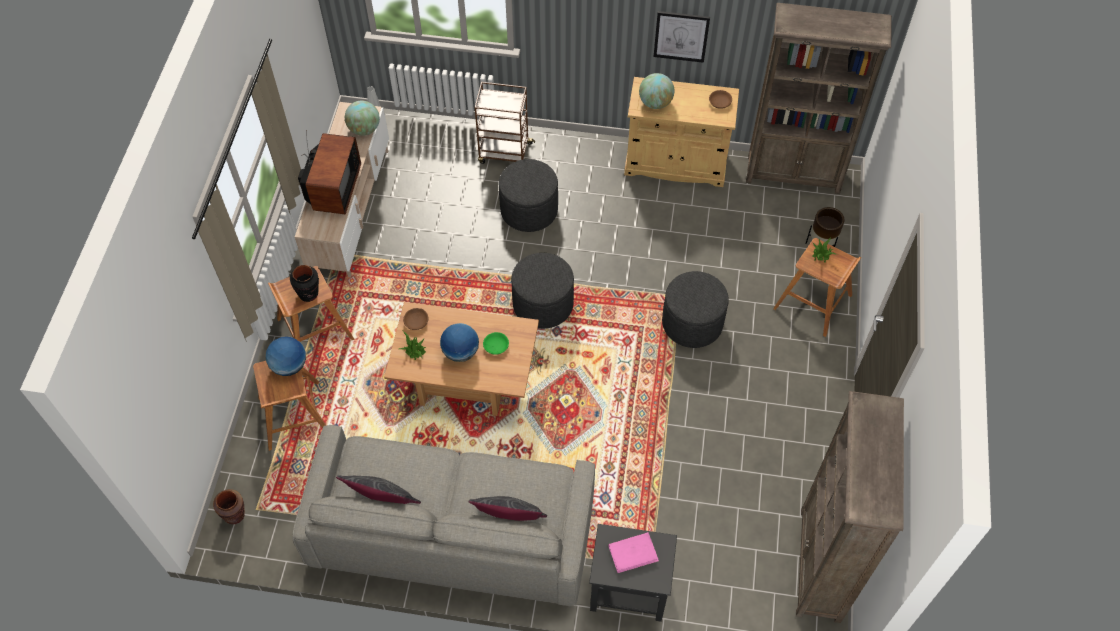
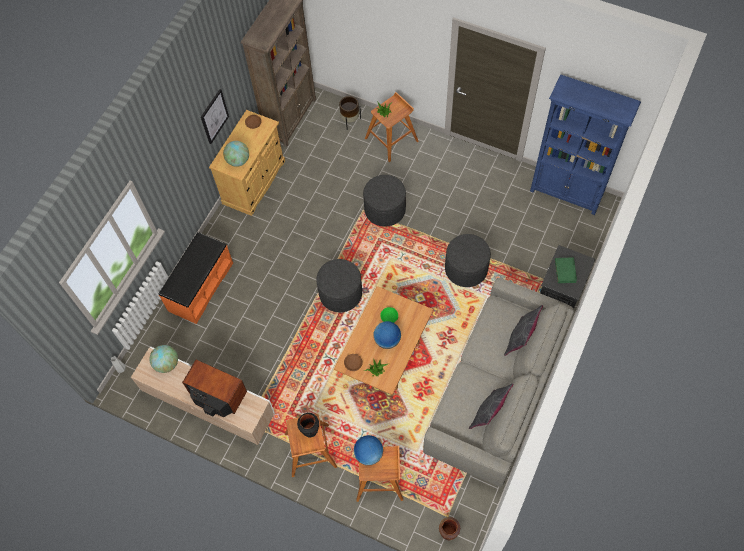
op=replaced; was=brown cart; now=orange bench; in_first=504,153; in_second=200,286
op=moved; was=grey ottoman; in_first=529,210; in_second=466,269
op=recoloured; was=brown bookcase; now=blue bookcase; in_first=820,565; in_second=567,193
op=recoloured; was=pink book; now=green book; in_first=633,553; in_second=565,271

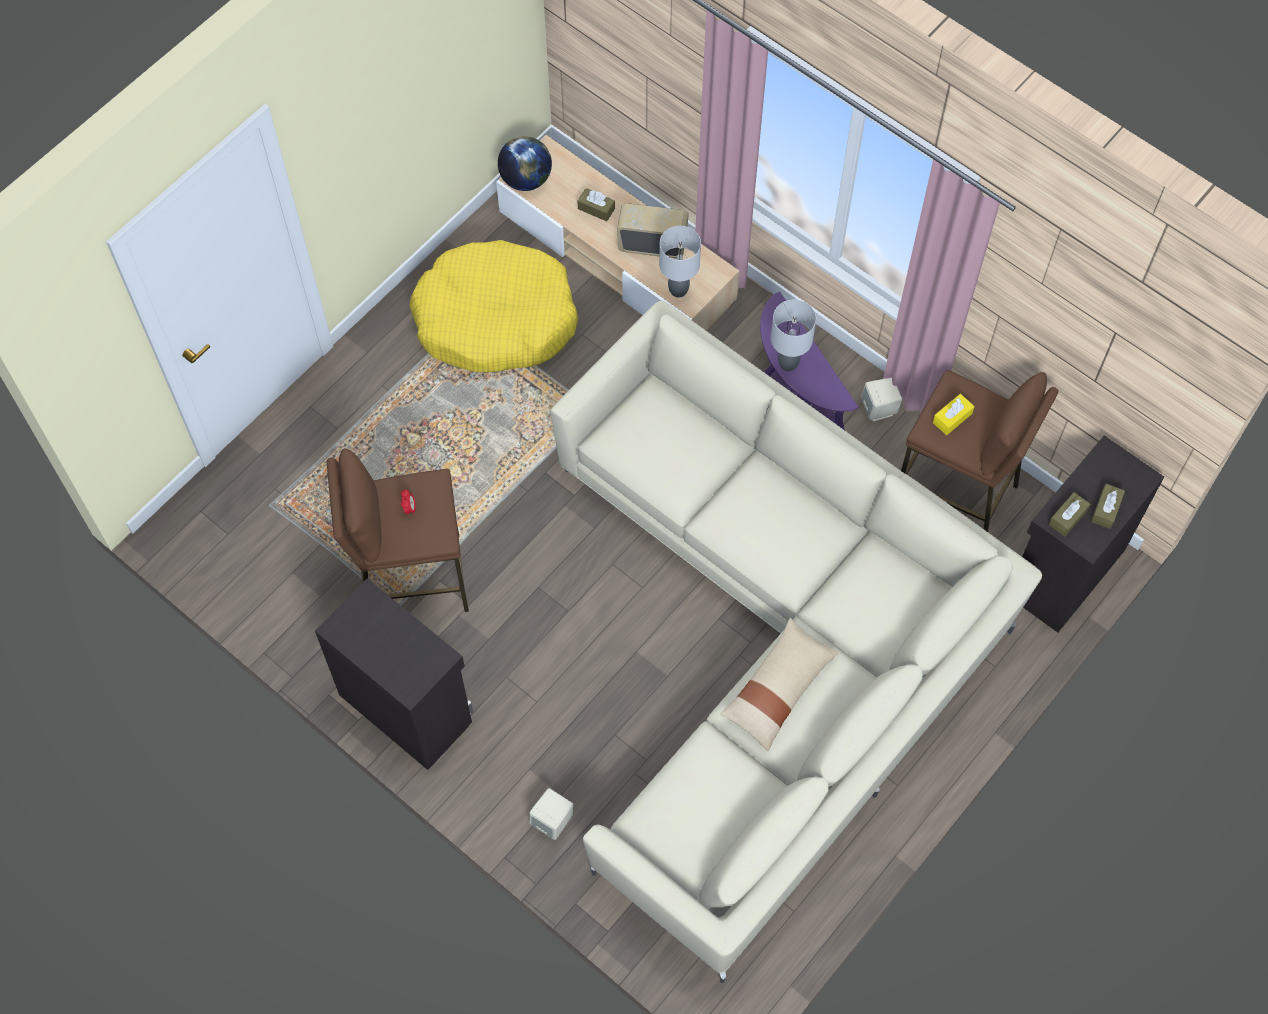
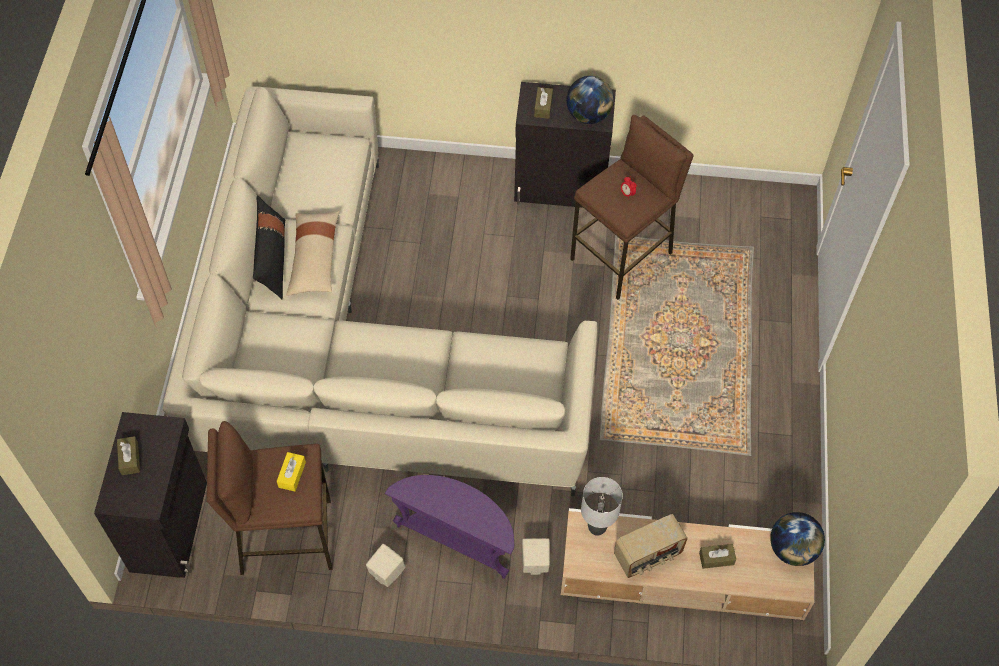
op=removed; was=yellow dog bed; in_first=495,319
op=removed; was=grey table lamp; in_first=787,364
op=moved; was=brown tissue box; in_first=1067,518; in_second=543,107
op=moved; was=beige speaker; in_first=552,820; in_second=535,563
op=added; now=globe; in_second=588,115
op=added; now=black pillow; in_second=272,258

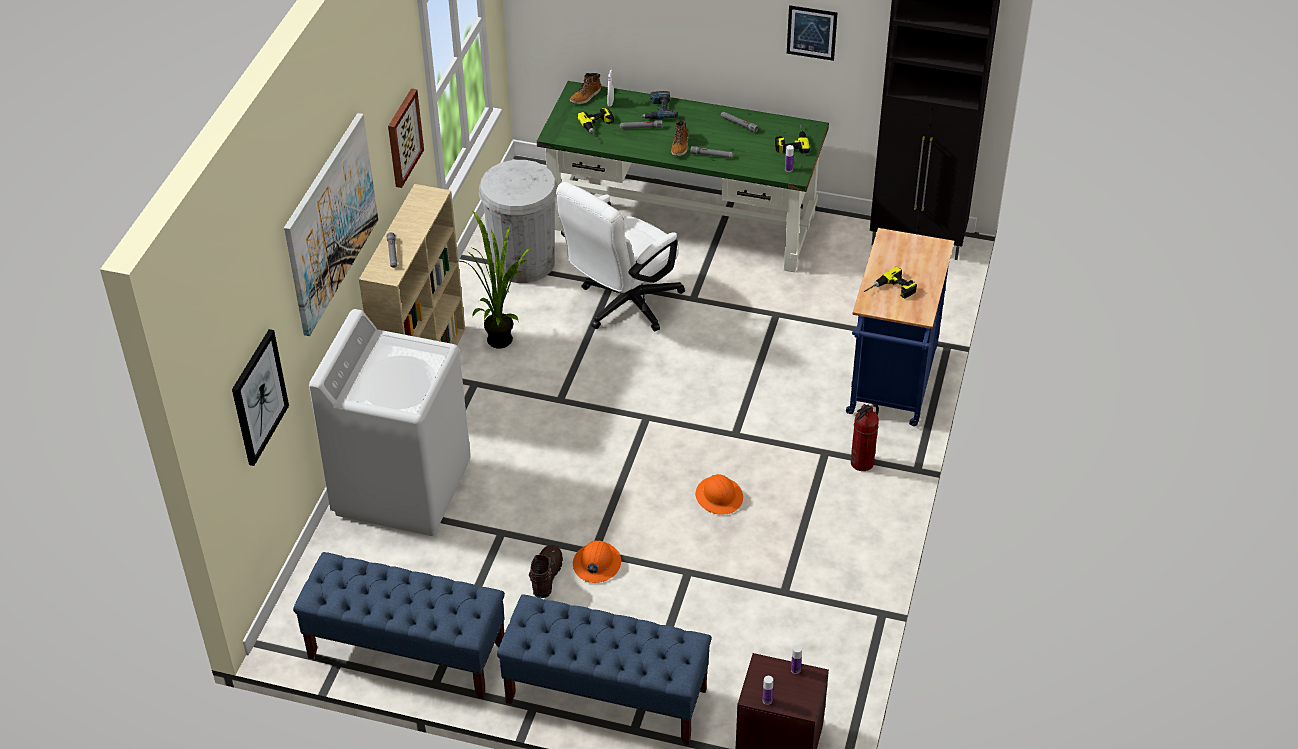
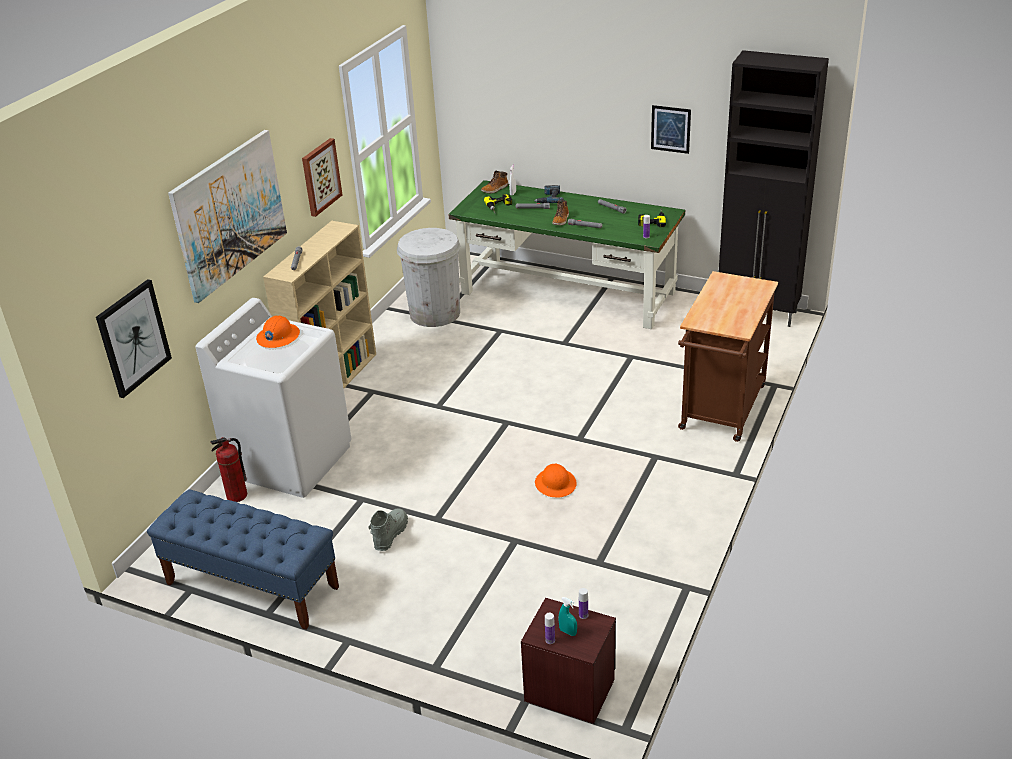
op=removed; was=white office chair; in_first=623,306
op=removed; was=potted plant; in_first=500,336
op=recoloured; was=blue cart; now=brown cart; in_first=891,387; in_second=721,412
op=removed; was=power drill; in_first=890,291
op=moved; was=fire extinguisher; in_first=862,463; in_second=237,496
op=moved; was=orange hard hat; in_first=596,563; in_second=278,337
op=recoloured; was=brown boot; now=grey boot; in_first=546,576; in_second=390,535
op=removed; was=blue bench; in_first=605,696
op=added; now=turquoise spray bottle; in_second=568,632

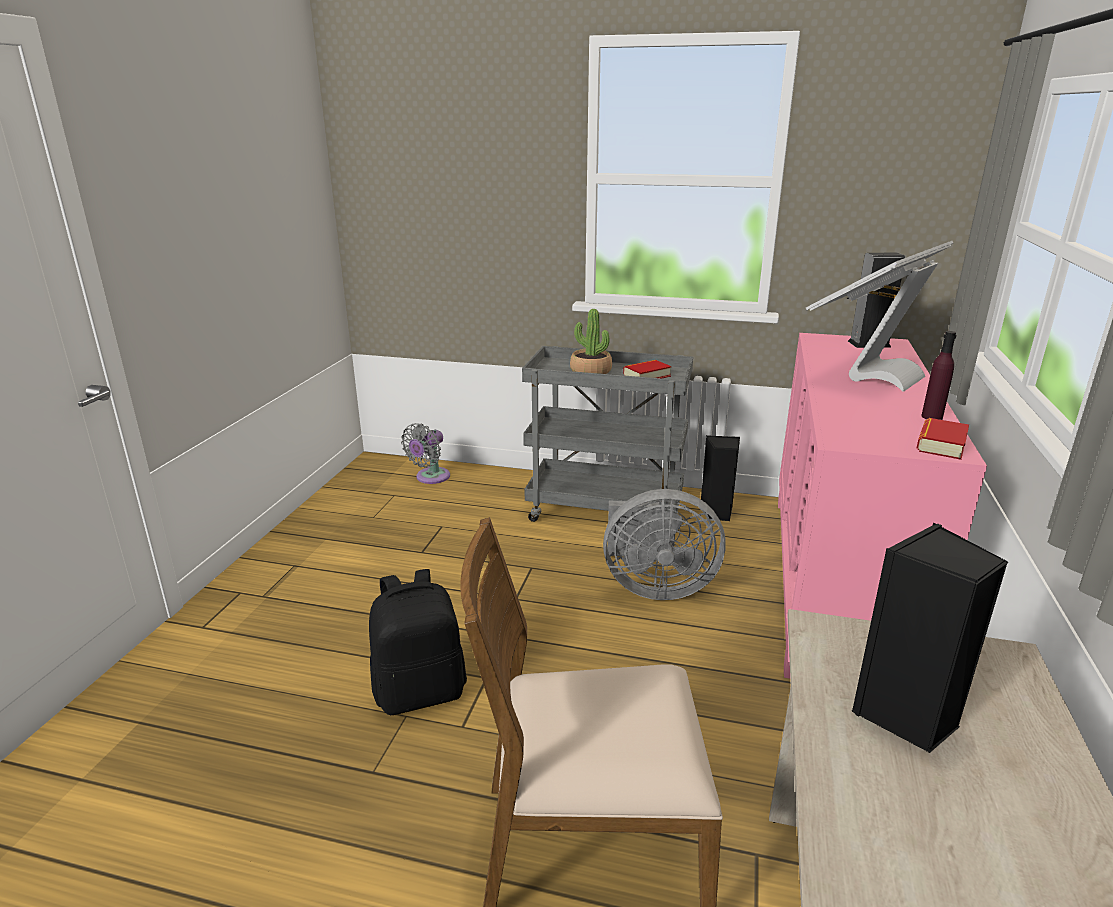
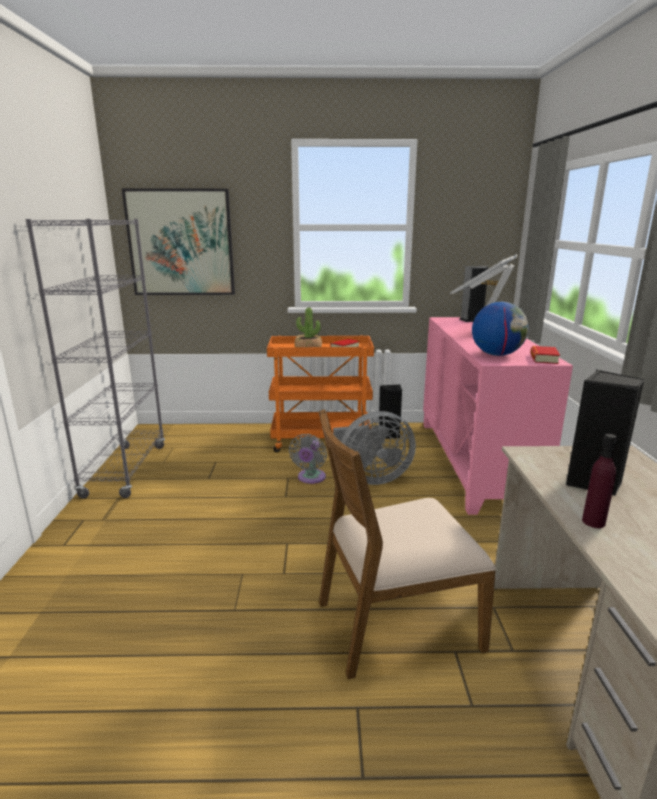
op=moved; was=purple bottle; in_first=932,417; in_second=593,522
op=recoloured; was=grey cart; now=orange cart; in_first=606,510; in_second=321,440
op=moved; was=grey fan; in_first=430,478; in_second=310,478
op=removed; was=black backpack; in_first=420,691
op=added; now=picture; in_second=181,243
op=added; now=grey bookcase; in_second=125,470
op=added; now=globe; in_second=496,354

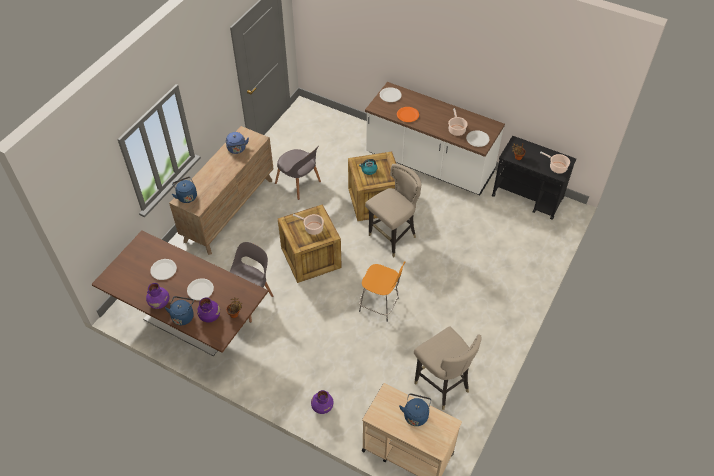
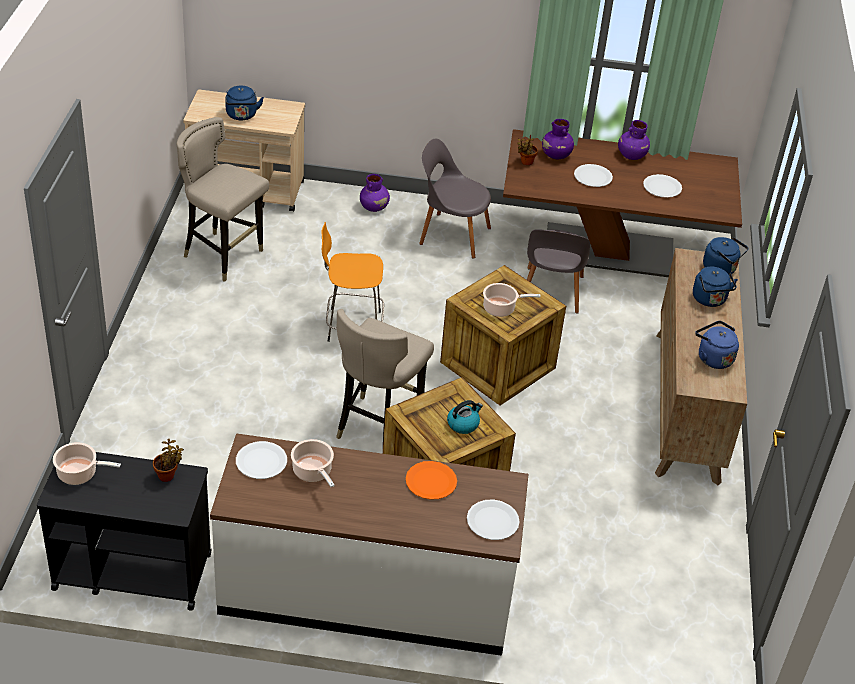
op=moved; was=grey chair; in_first=299,183; in_second=451,235
op=moved; was=blue kettle; in_first=183,316; in_second=710,300

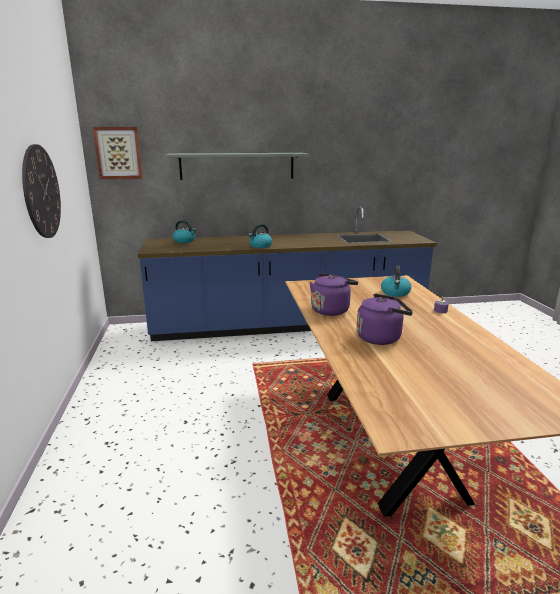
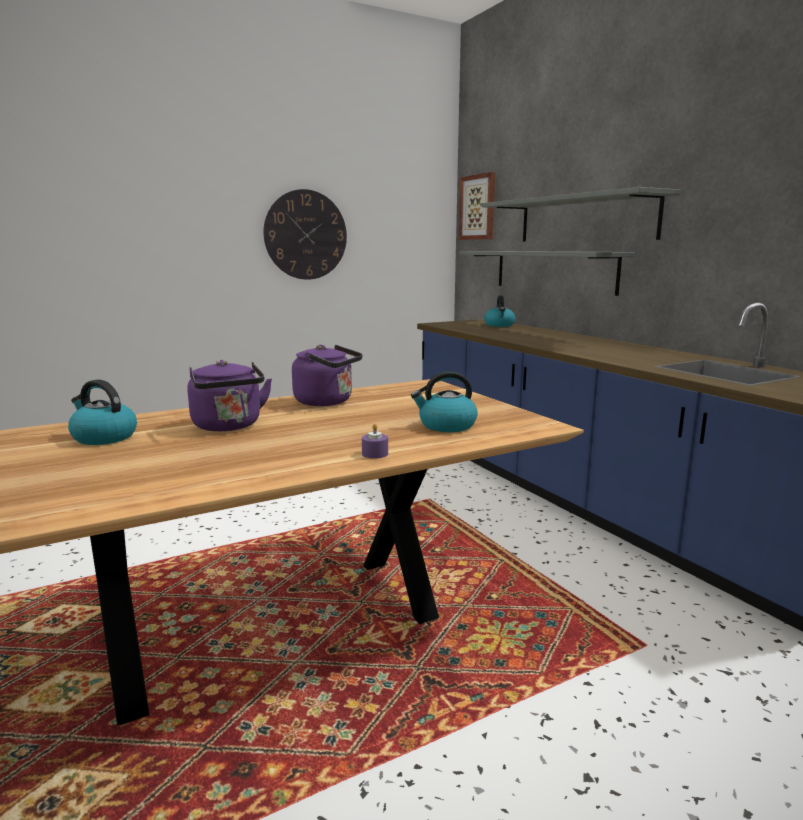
op=moved; was=kettle; in_first=260,246; in_second=103,437
op=added; now=grey shelf; in_second=553,270

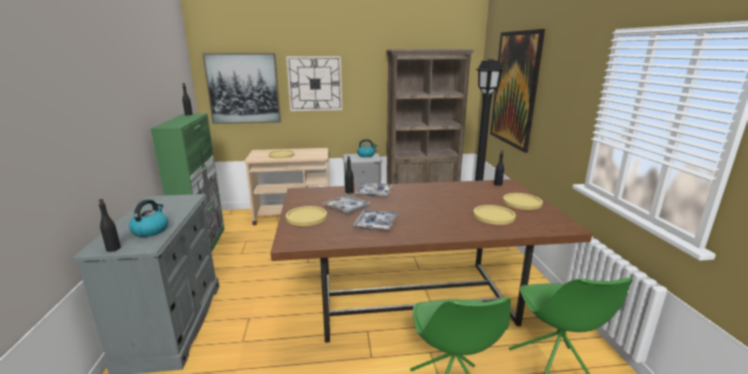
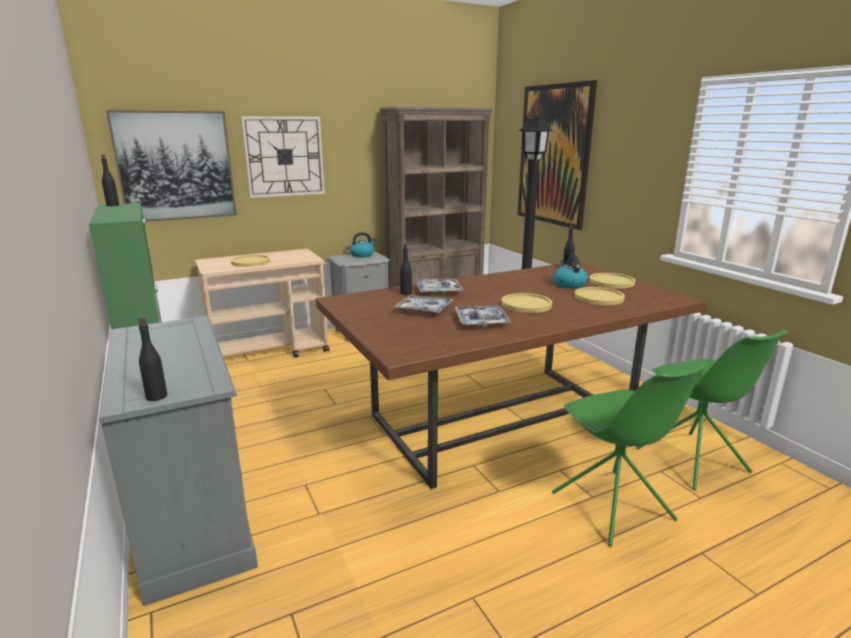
op=moved; was=kettle; in_first=151,230; in_second=569,284
op=moved; was=yellow plate; in_first=306,217; in_second=526,304

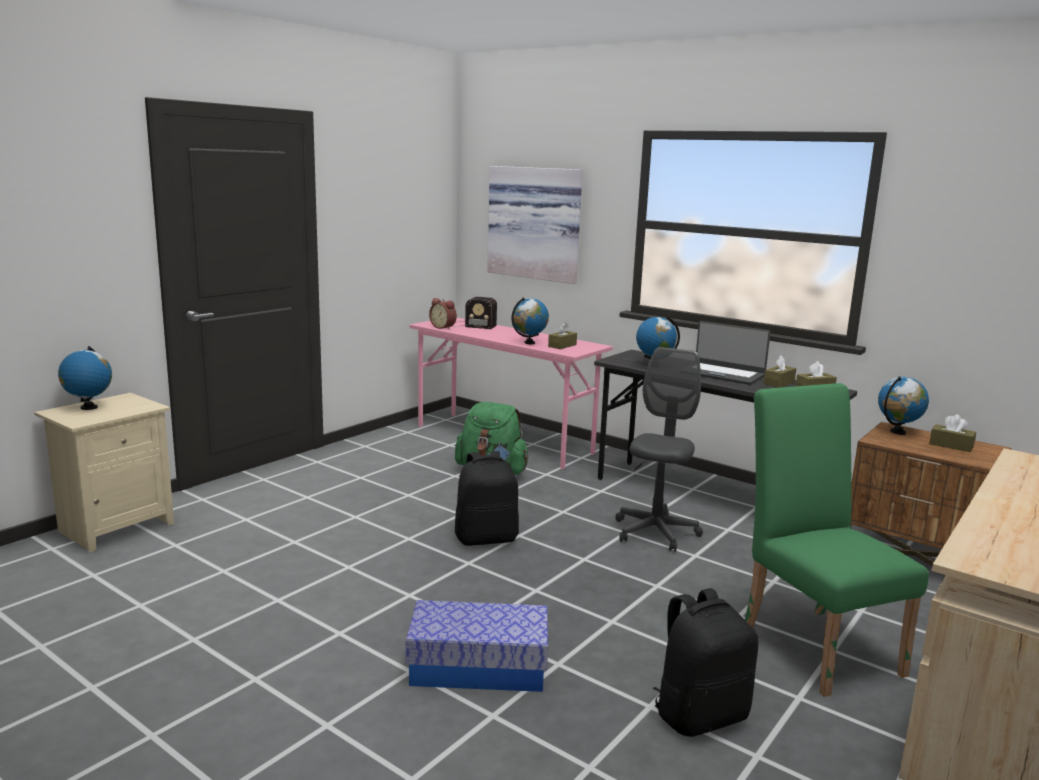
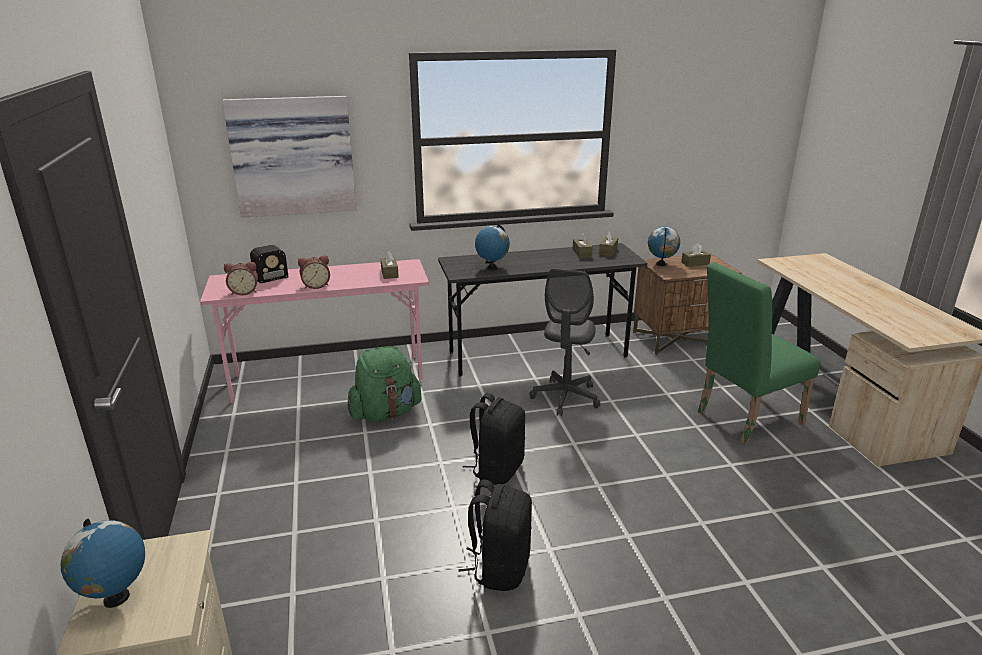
op=removed; was=globe; in_first=529,343
op=removed; was=laptop; in_first=722,374
op=turned; was=grey office chair; in_first=655,532; in_second=565,397; clockwise=-135
op=turned; was=green chair; in_first=814,642; in_second=743,419; clockwise=-45
op=moved; was=black backpack; in_first=700,715; in_second=499,568
op=removed; was=storage box; in_first=478,667
op=added; now=alarm clock; in_second=316,285

